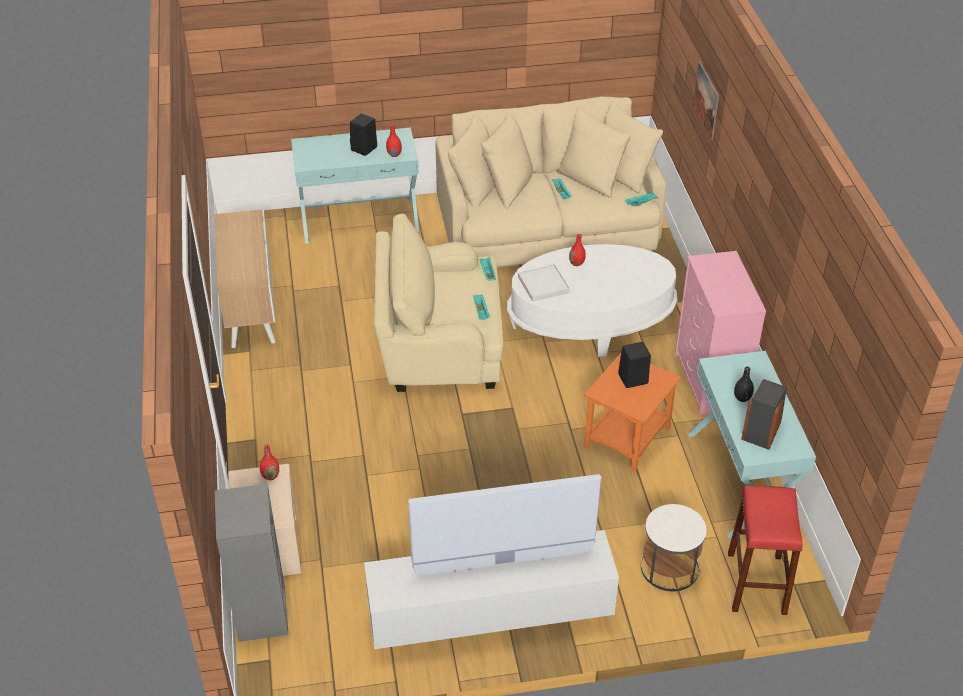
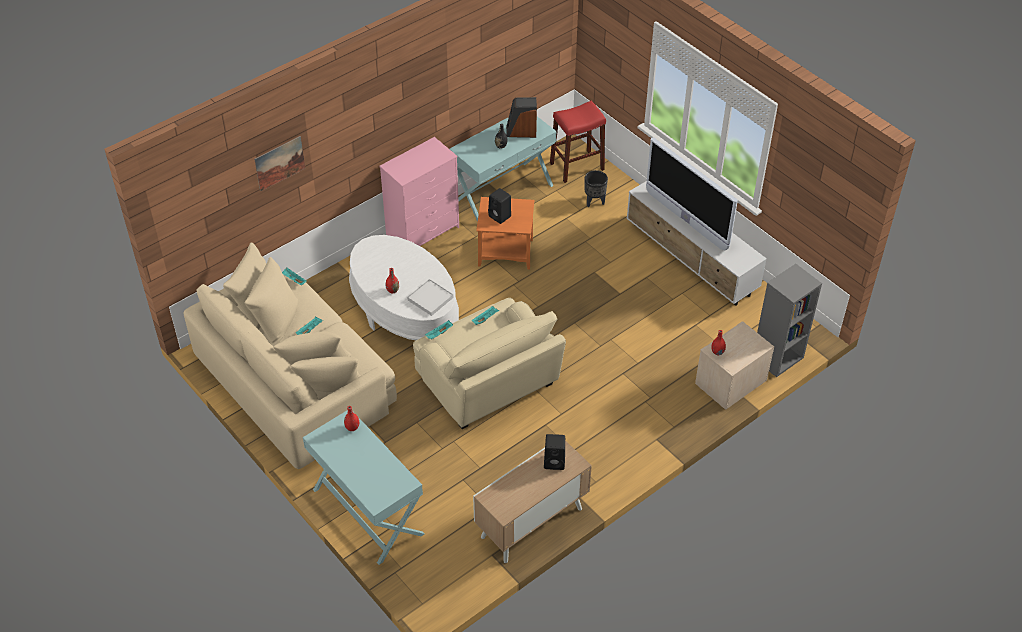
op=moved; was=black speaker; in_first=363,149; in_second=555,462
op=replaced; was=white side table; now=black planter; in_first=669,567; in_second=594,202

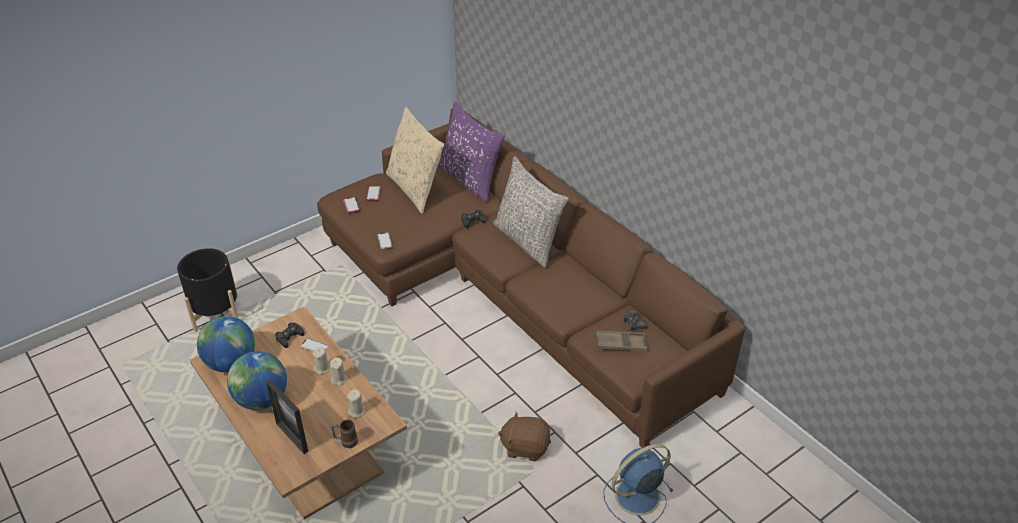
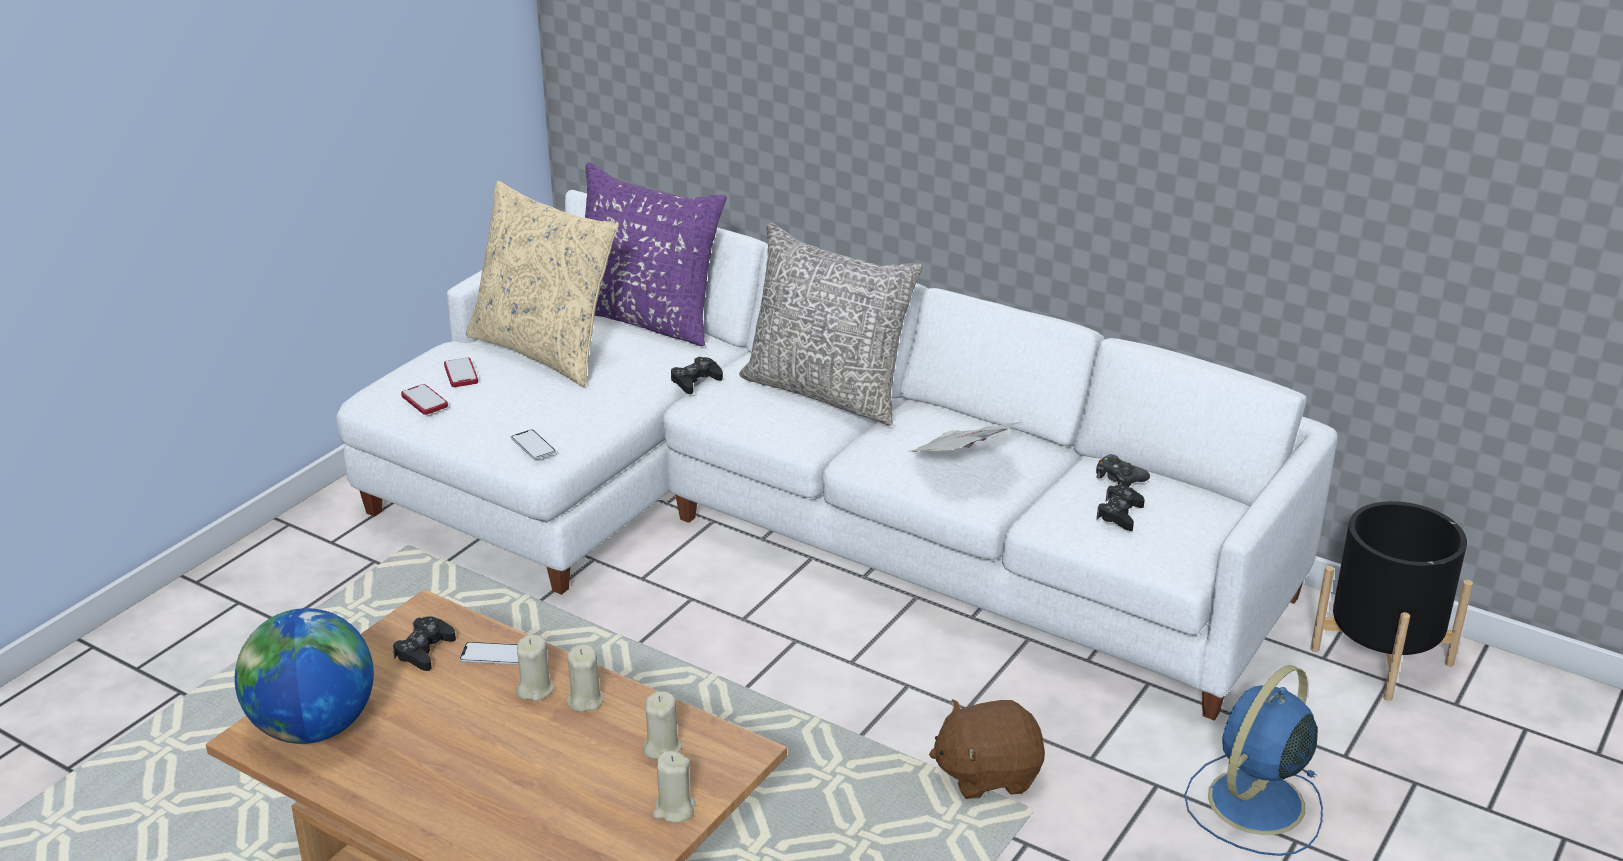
op=recoloured; was=brown sofa; now=white sofa; in_first=511,290; in_second=793,517
op=moved; was=black planter; in_first=216,313; in_second=1381,656
op=replaced; was=brown tray; now=black game controller; in_first=621,344; in_second=1119,514
op=removed; was=globe; in_first=262,399
op=removed; was=picture frame; in_first=292,437
op=replaced; was=mug; now=beige candle; in_first=346,442; in_second=674,809
op=added; now=newspaper; in_second=962,463

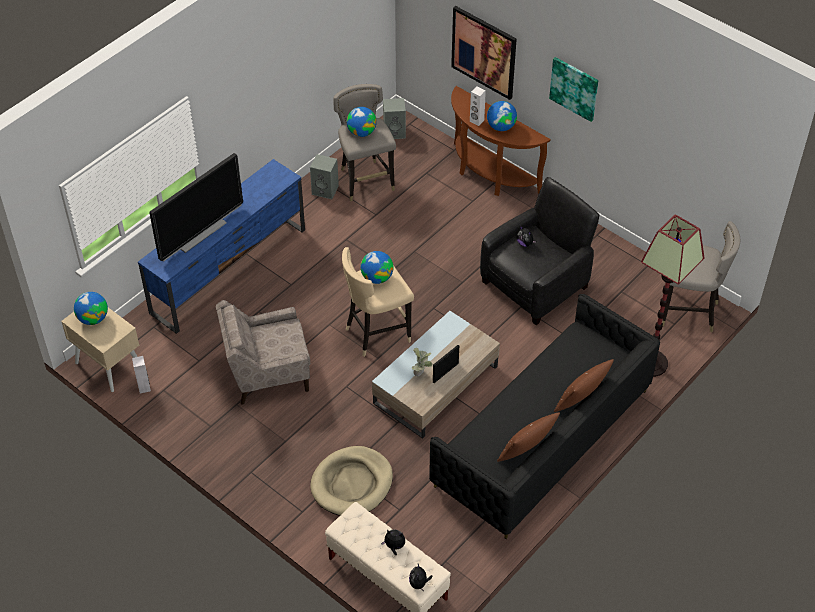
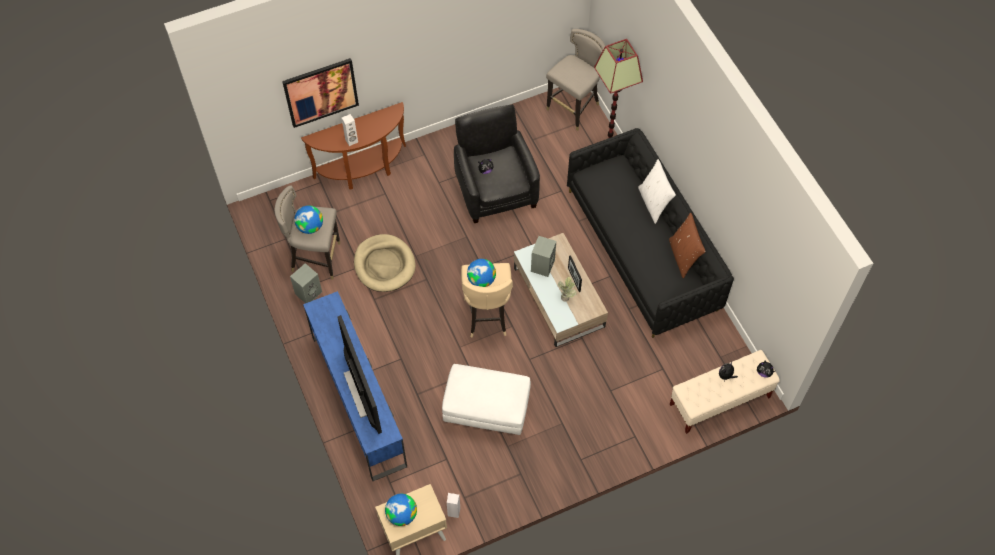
op=removed; was=picture; in_first=574,88
op=moved; was=grey speaker; in_first=395,132; in_second=542,265
op=removed; was=globe; in_first=501,127
op=replaced; was=beige armchair; now=white ottoman; in_first=267,372; in_second=486,411
op=recoloured; was=brown pillow; now=white pillow; in_first=580,401; in_second=653,203
op=moved; was=beige dog bed; in_first=352,484; in_second=384,265

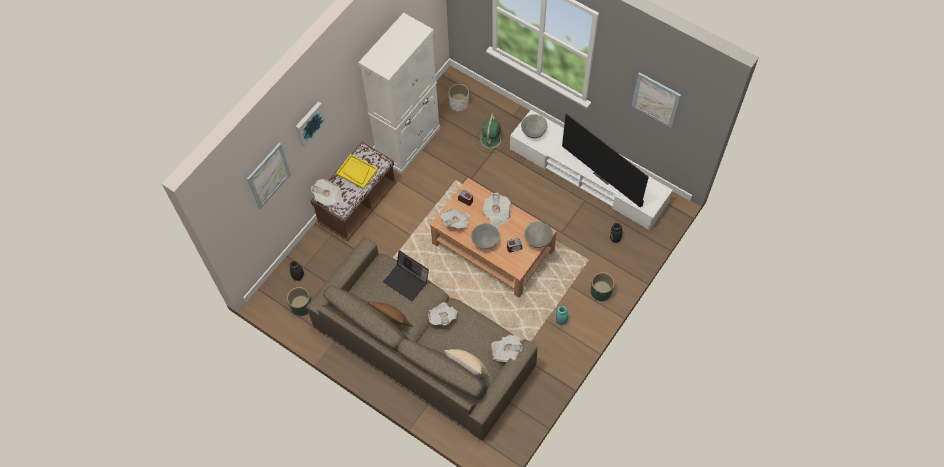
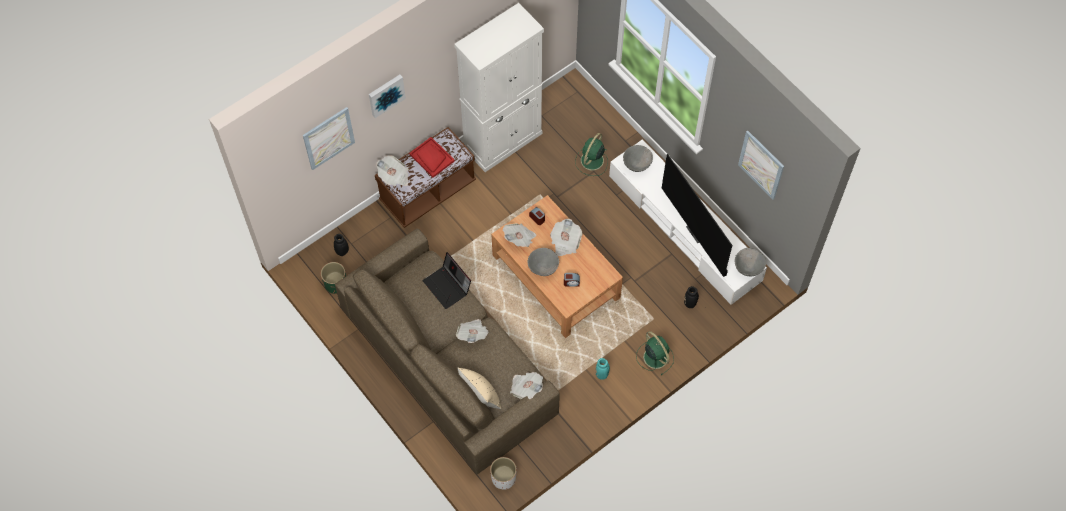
op=moved; was=white planter; in_first=459,104; in_second=503,478
op=recoloured; was=yellow tray; now=red tray; in_first=357,172; in_second=431,158
op=moved; was=grey bowl; in_first=538,240; in_second=748,268
op=replaced; was=green planter; now=green fan; in_first=600,292; in_second=655,356
op=removed; was=brown pillow; in_first=392,321

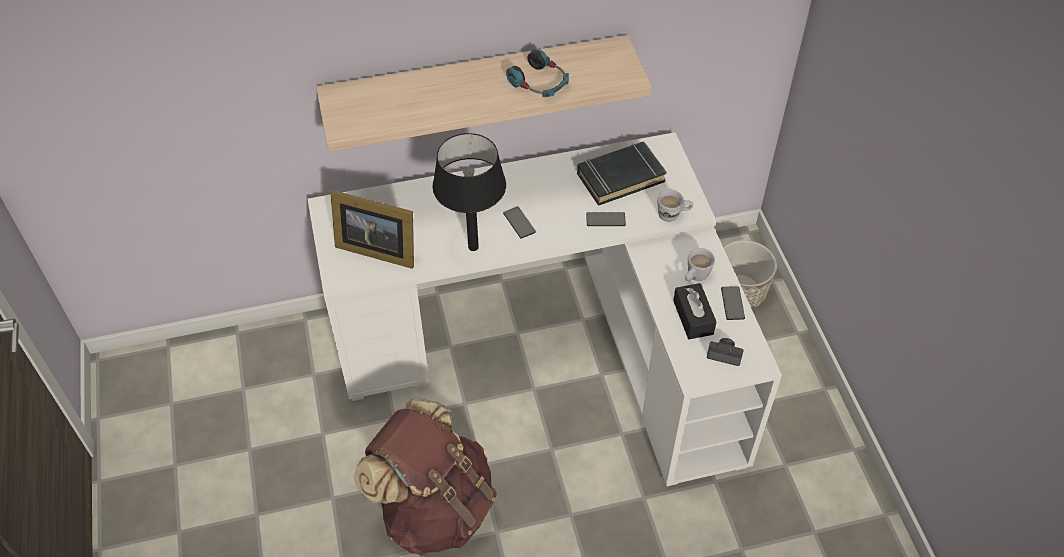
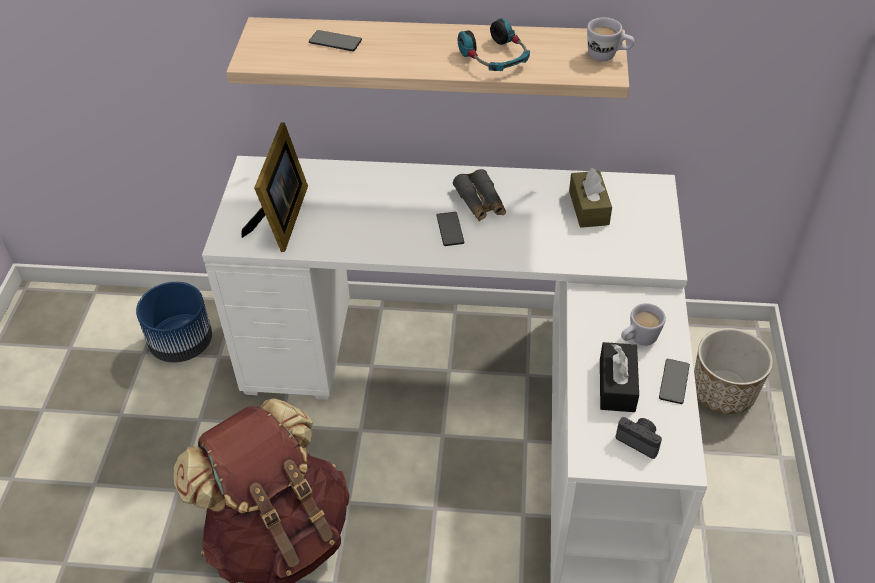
op=removed; was=black table lamp; in_first=474,247
op=replaced; was=black book; now=brown tissue box; in_first=620,177; in_second=588,208
op=moved; was=white mug; in_first=673,215; in_second=607,56
op=turned; was=picture frame; in_first=376,248; in_second=281,219; clockwise=-120
op=moved; was=phone; in_first=605,220; in_second=335,42
op=added; now=grey binoculars; in_second=480,203
op=added; now=blue planter; in_second=182,343

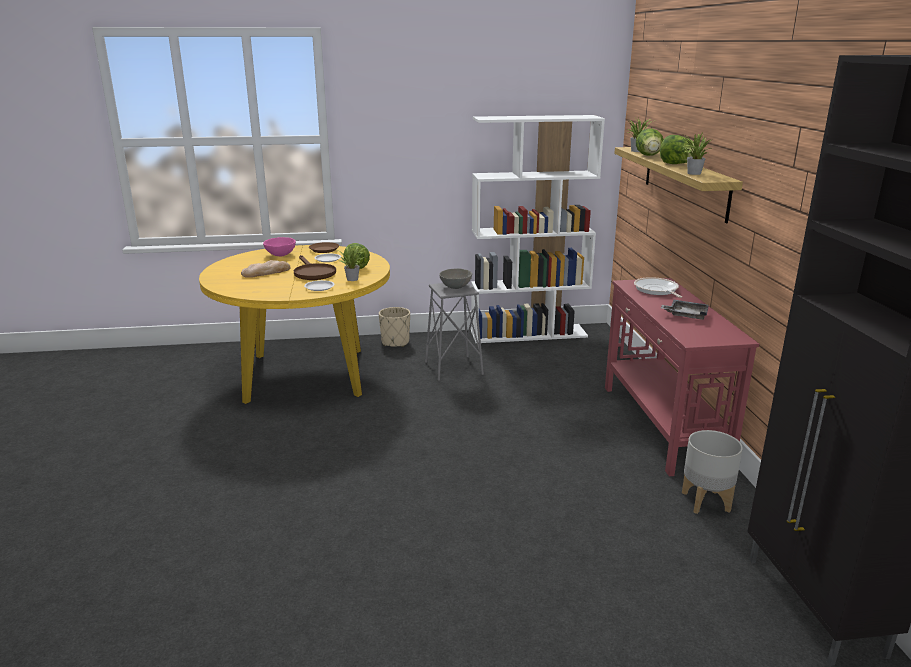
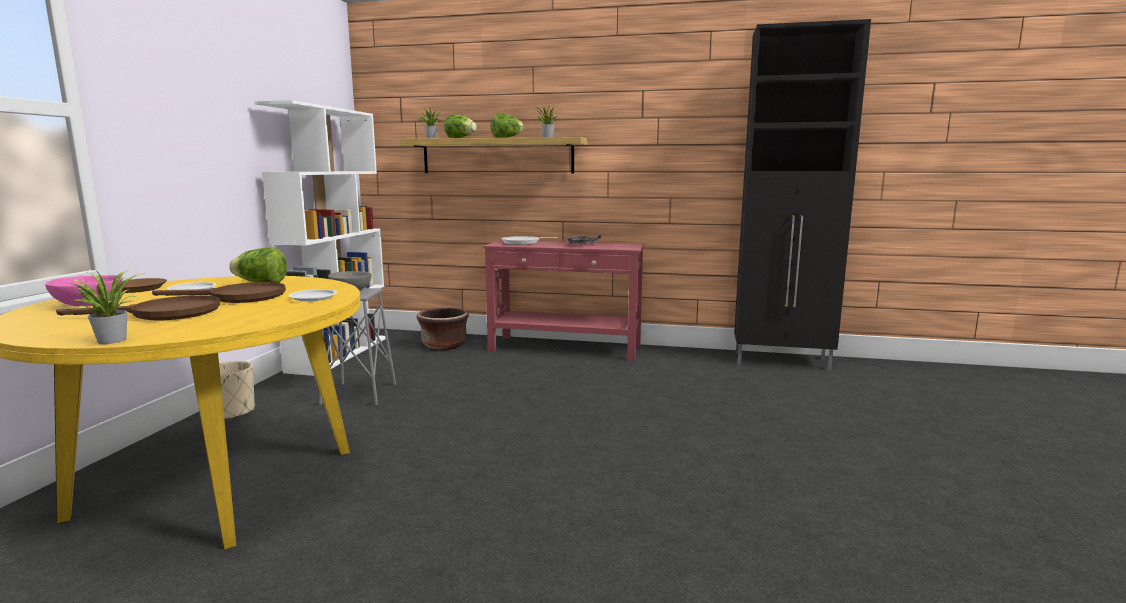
op=moved; was=potted plant; in_first=353,279; in_second=112,340
op=replaced; was=bread; now=brown frying pan; in_first=266,272; in_second=164,314
op=removed; was=grey planter; in_first=706,501
op=added; now=brown planter; in_second=444,345

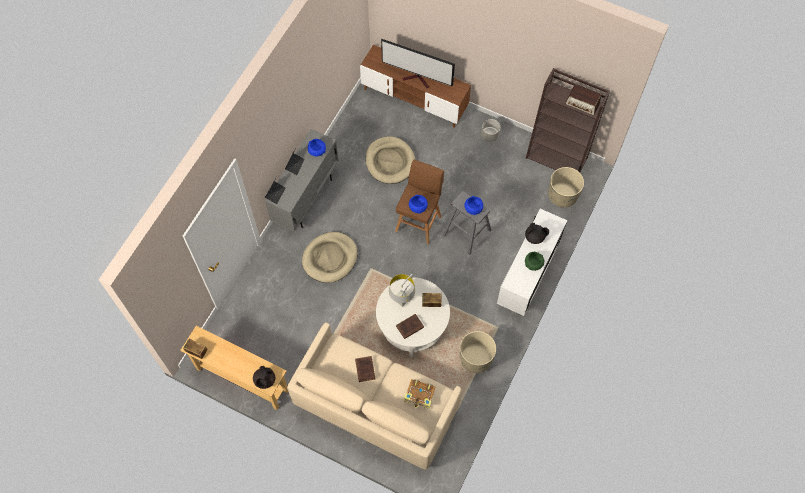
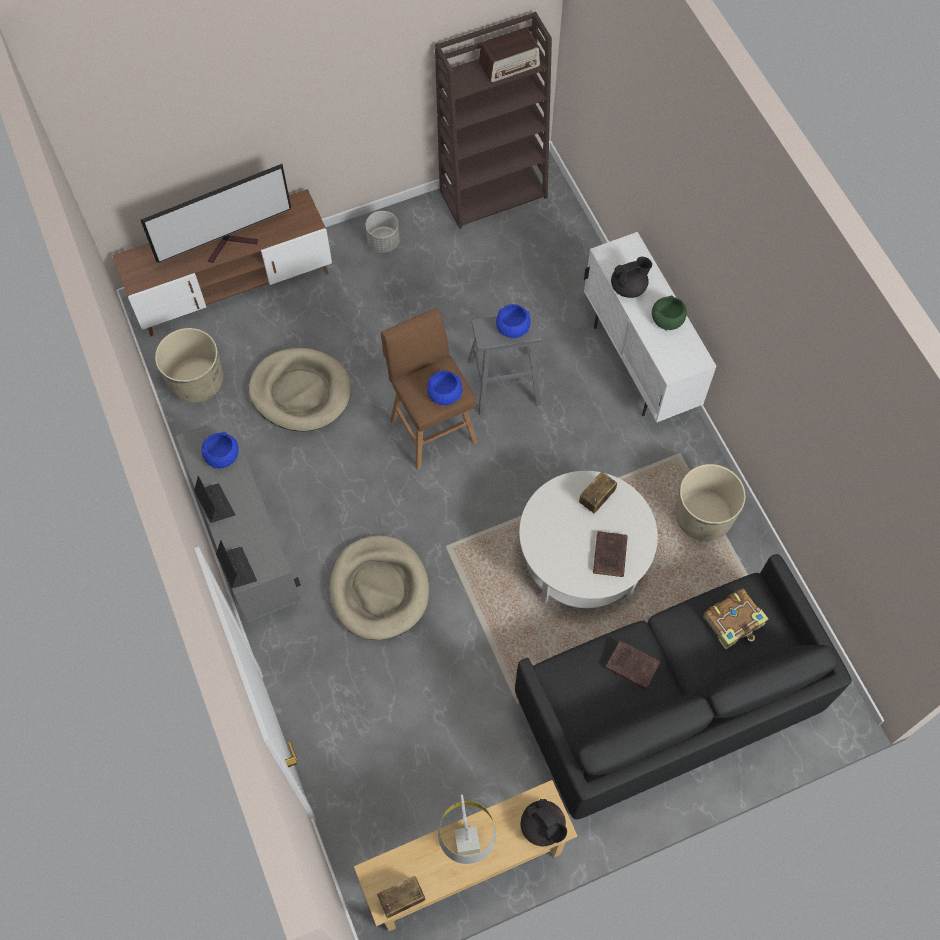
op=moved; was=beige planter; in_first=562,195; in_second=196,382
op=moved; was=grey table lamp; in_first=402,300; in_second=467,843
op=recoloured; was=beige sofa; now=black sofa; in_first=375,405; in_second=667,704

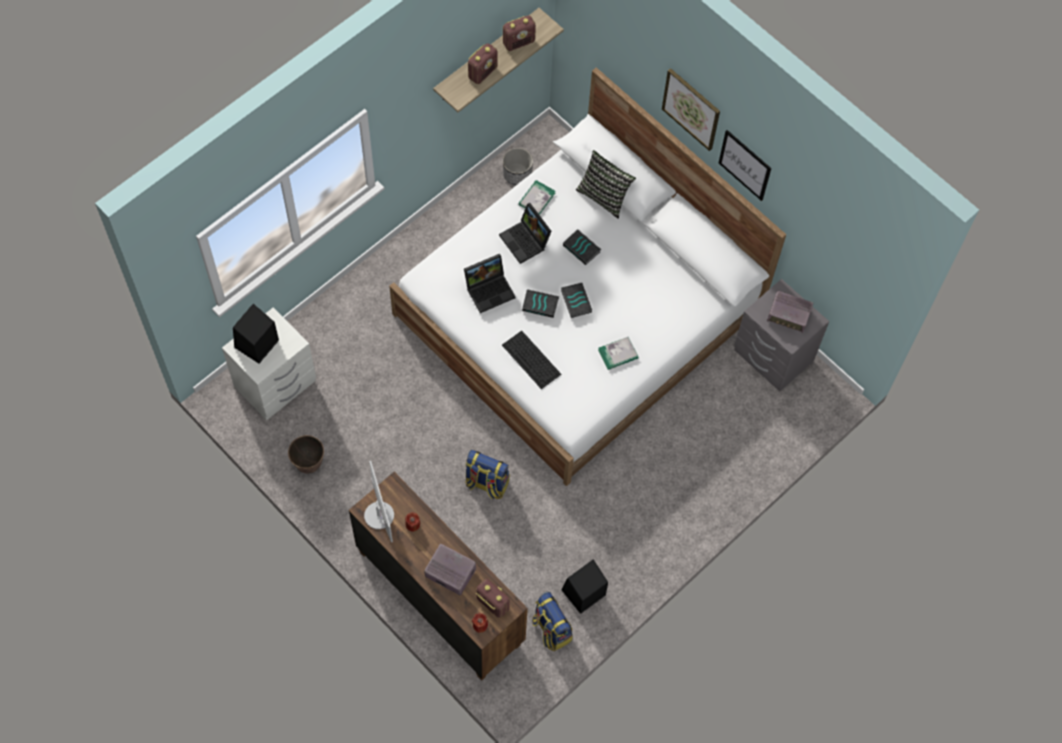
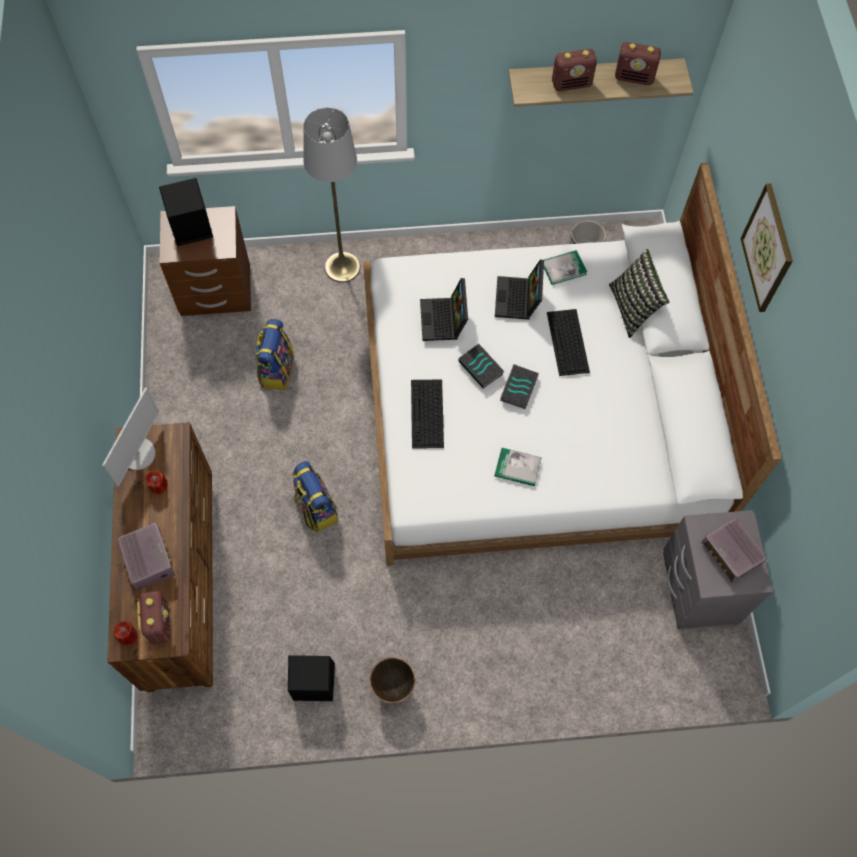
op=removed; was=picture; in_first=745,165
op=replaced; was=book; now=keyboard; in_first=582,248; in_second=568,342
op=turned; was=laptop; in_first=490,289; in_second=444,321; clockwise=75
op=recoloured; was=white nightstand; now=brown nightstand; in_first=276,385; in_second=215,291
op=moved; was=planter; in_first=308,464; in_second=393,688
op=moved; was=backpack; in_first=551,629; in_second=276,369
op=added; now=grey floor lamp; in_second=342,267

